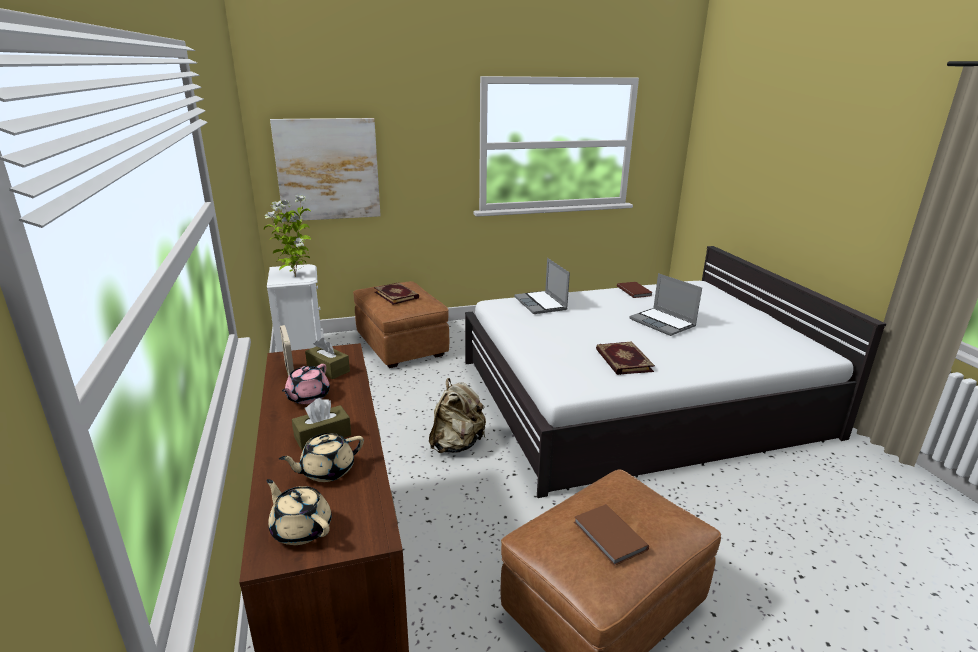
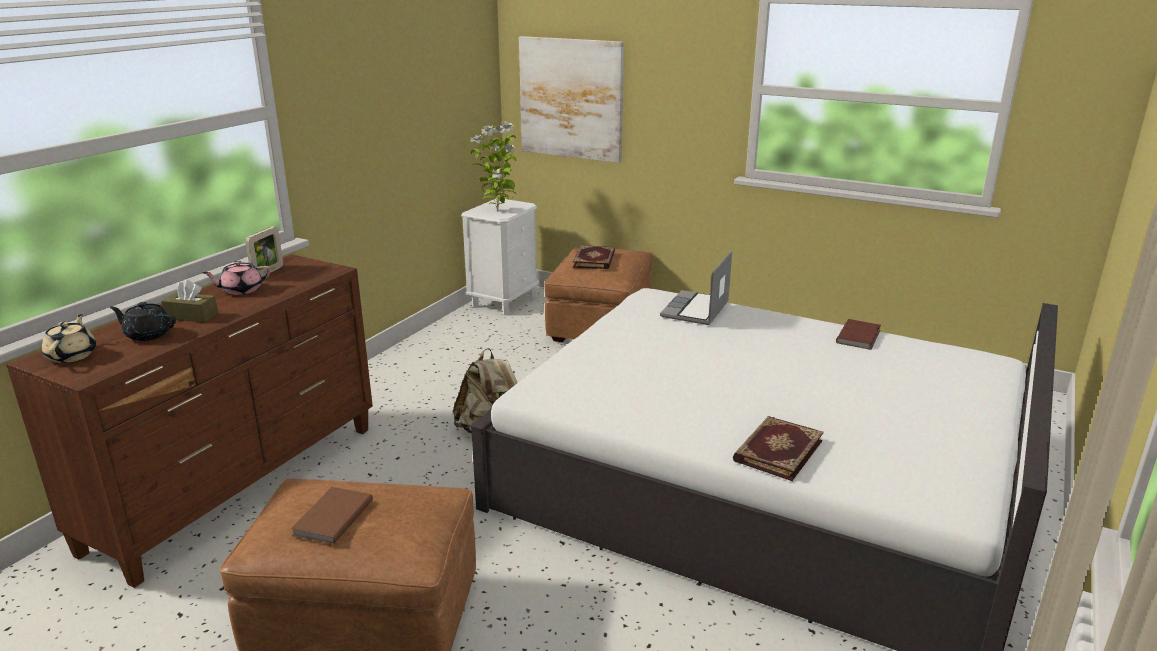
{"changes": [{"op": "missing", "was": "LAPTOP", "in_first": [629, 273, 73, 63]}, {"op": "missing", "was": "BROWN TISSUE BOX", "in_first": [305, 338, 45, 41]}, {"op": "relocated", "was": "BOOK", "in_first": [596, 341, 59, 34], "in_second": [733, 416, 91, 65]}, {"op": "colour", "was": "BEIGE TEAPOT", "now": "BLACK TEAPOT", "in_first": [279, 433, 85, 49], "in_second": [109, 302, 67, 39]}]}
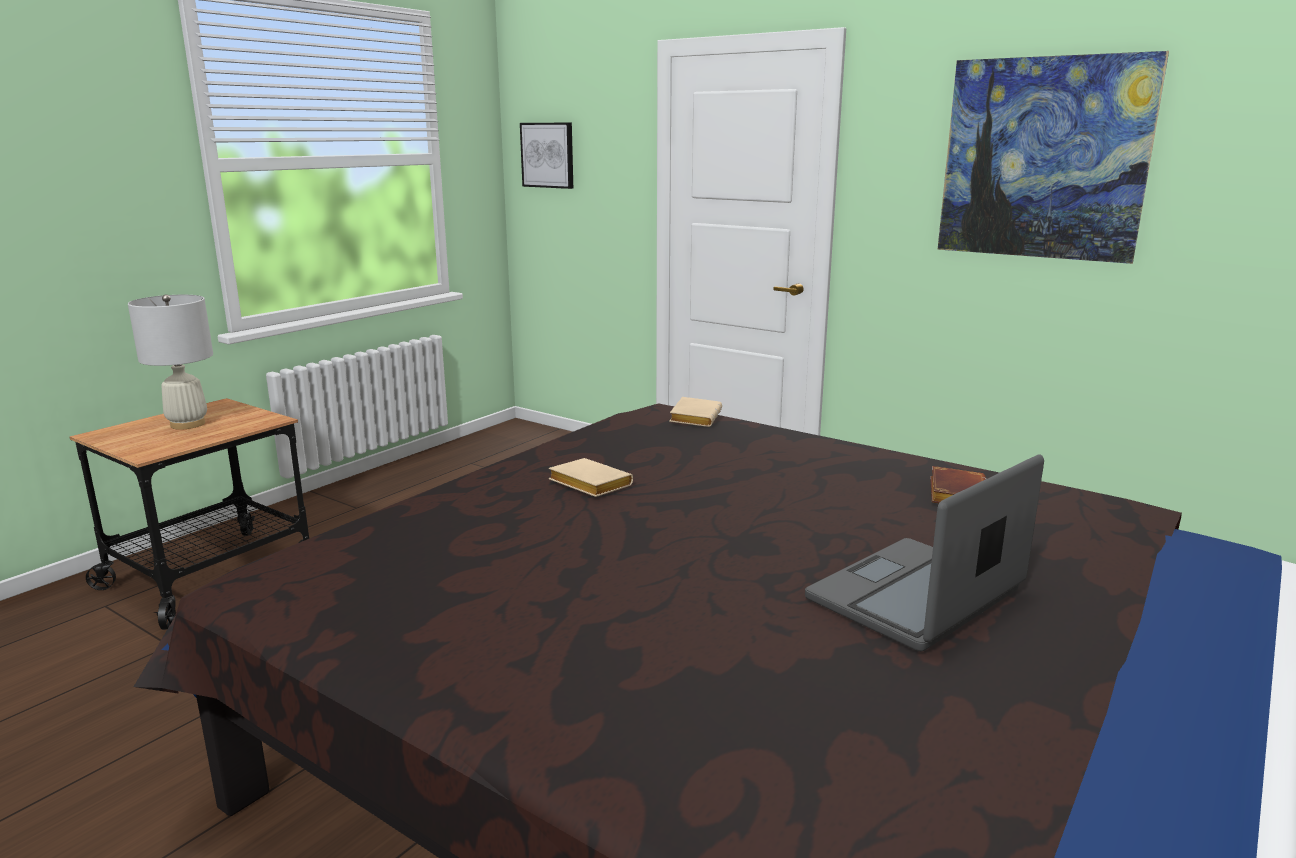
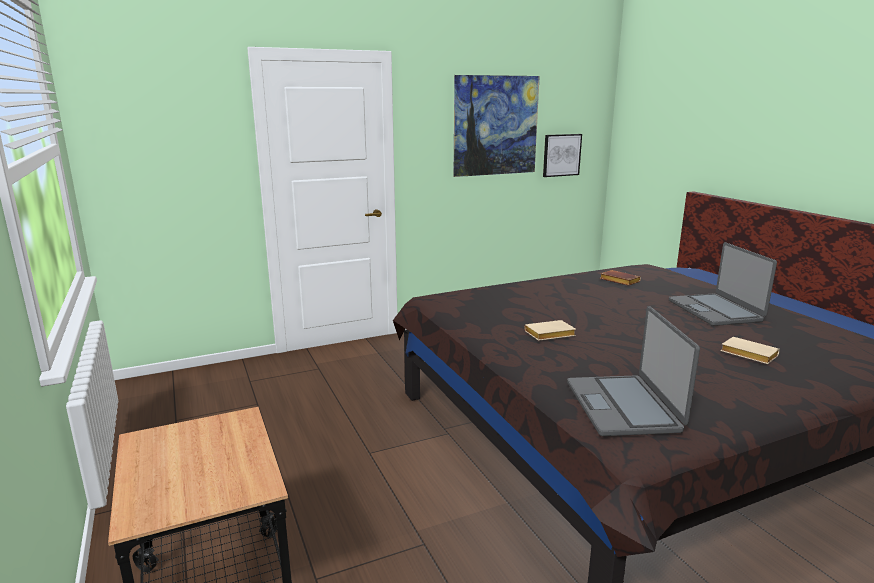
{"changes": [{"op": "relocated", "was": "PICTURE", "in_first": [520, 123, 53, 66], "in_second": [543, 134, 39, 43]}, {"op": "missing", "was": "WHITE TABLE LAMP", "in_first": [128, 295, 85, 135]}, {"op": "relocated", "was": "BEIGE BOOK", "in_first": [669, 397, 53, 30], "in_second": [721, 337, 59, 27]}, {"op": "appeared", "now": "LAPTOP", "in_second": [567, 306, 133, 130]}]}
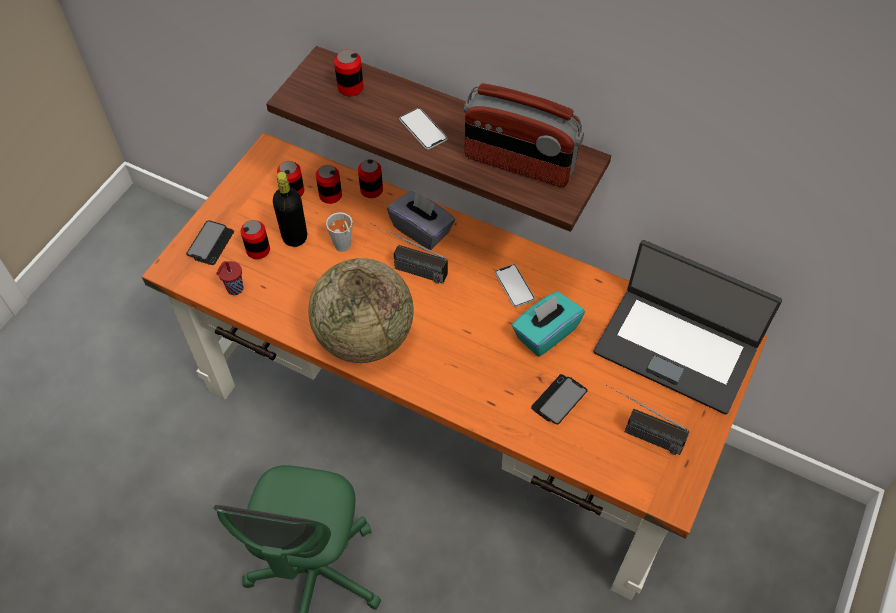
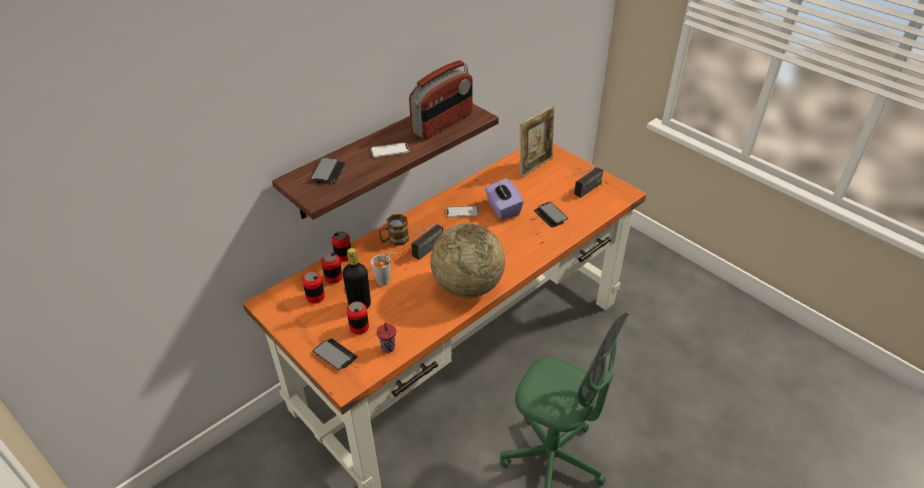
{"changes": [{"op": "exchanged", "was": "CAN", "now": "PHONE", "in_first": [334, 49, 30, 47], "in_second": [310, 157, 35, 28]}, {"op": "exchanged", "was": "GREY TISSUE BOX", "now": "MUG", "in_first": [387, 191, 68, 59], "in_second": [379, 214, 30, 32]}, {"op": "exchanged", "was": "LAPTOP", "now": "PICTURE FRAME", "in_first": [594, 240, 188, 174], "in_second": [520, 105, 35, 73]}, {"op": "colour", "was": "TURQUOISE TISSUE BOX", "now": "PURPLE TISSUE BOX", "in_first": [512, 291, 73, 66], "in_second": [485, 178, 39, 42]}]}
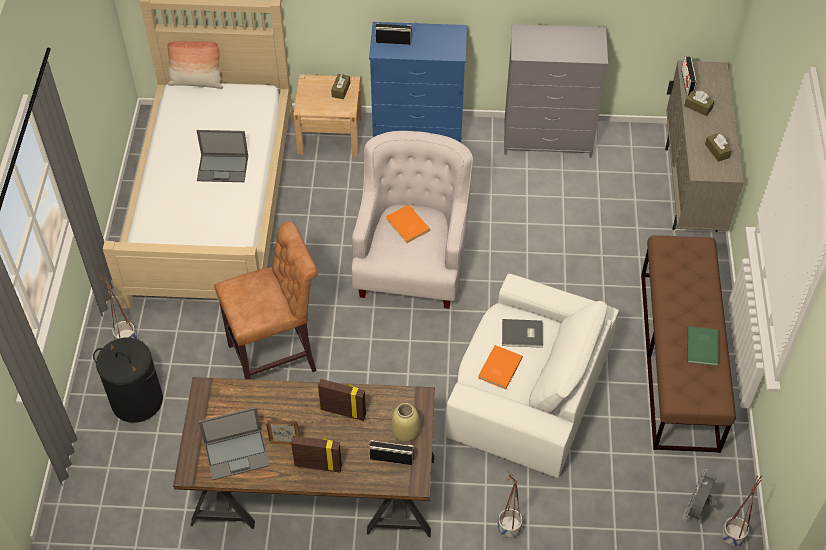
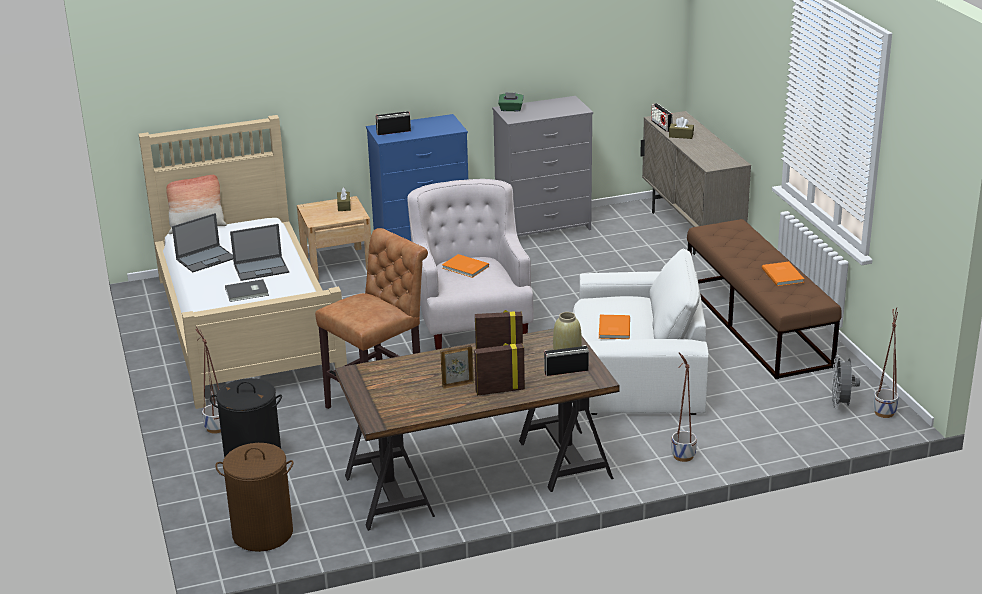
{"changes": [{"op": "missing", "was": "BROWN TISSUE BOX", "in_first": [705, 133, 27, 29]}, {"op": "relocated", "was": "GREY BOOK", "in_first": [502, 319, 41, 29], "in_second": [225, 279, 44, 23]}, {"op": "colour", "was": "GREEN BOOK", "now": "ORANGE BOOK", "in_first": [687, 326, 32, 40], "in_second": [762, 262, 42, 24]}, {"op": "relocated", "was": "LAPTOP", "in_first": [199, 407, 71, 73], "in_second": [172, 213, 61, 59]}, {"op": "appeared", "now": "GREEN TISSUE BOX", "in_second": [498, 92, 26, 19]}, {"op": "appeared", "now": "BROWN LAUNDRY BASKET", "in_second": [215, 443, 79, 109]}]}
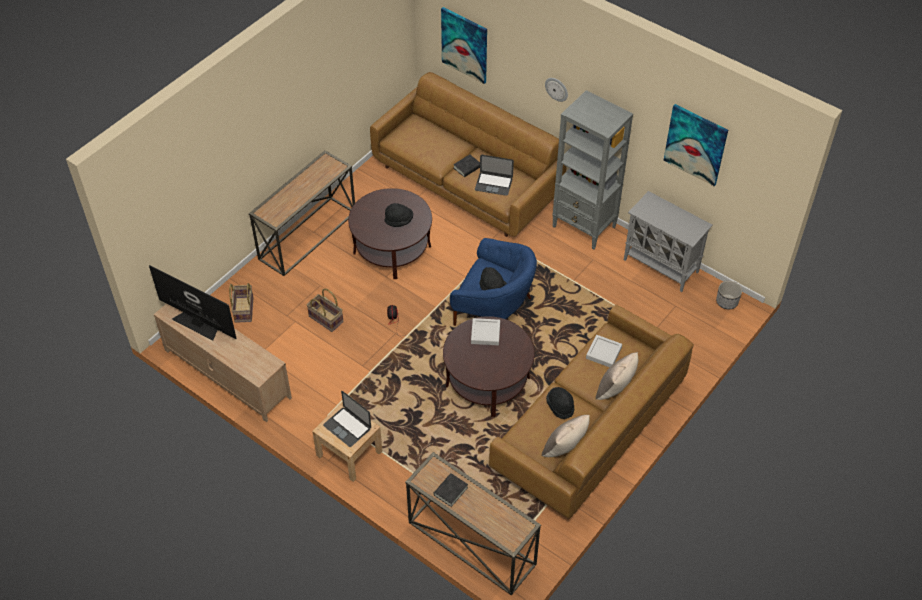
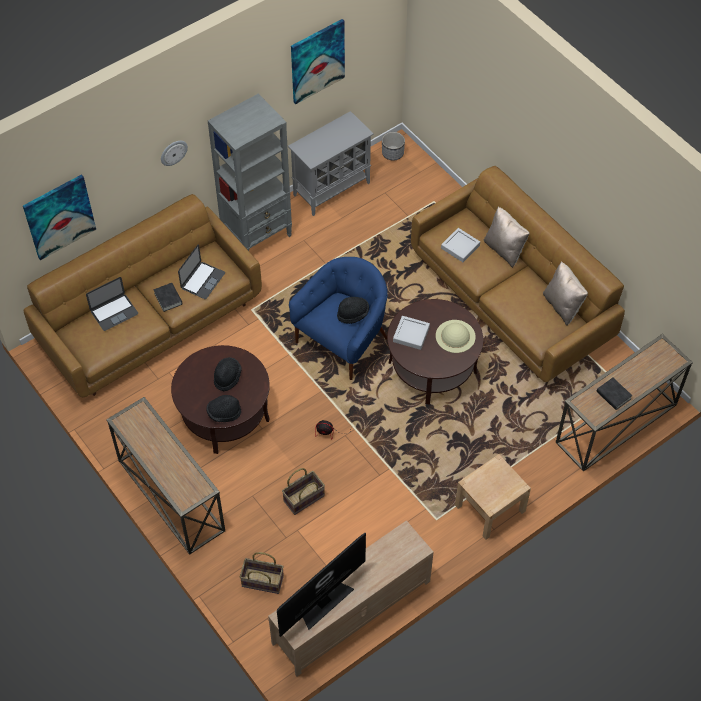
{"changes": [{"op": "relocated", "was": "BLACK HAT", "in_first": [546, 387, 28, 32], "in_second": [206, 395, 35, 27]}, {"op": "relocated", "was": "LAPTOP", "in_first": [323, 391, 48, 56], "in_second": [86, 277, 52, 54]}, {"op": "appeared", "now": "BEIGE HAT", "in_second": [436, 320, 40, 33]}]}
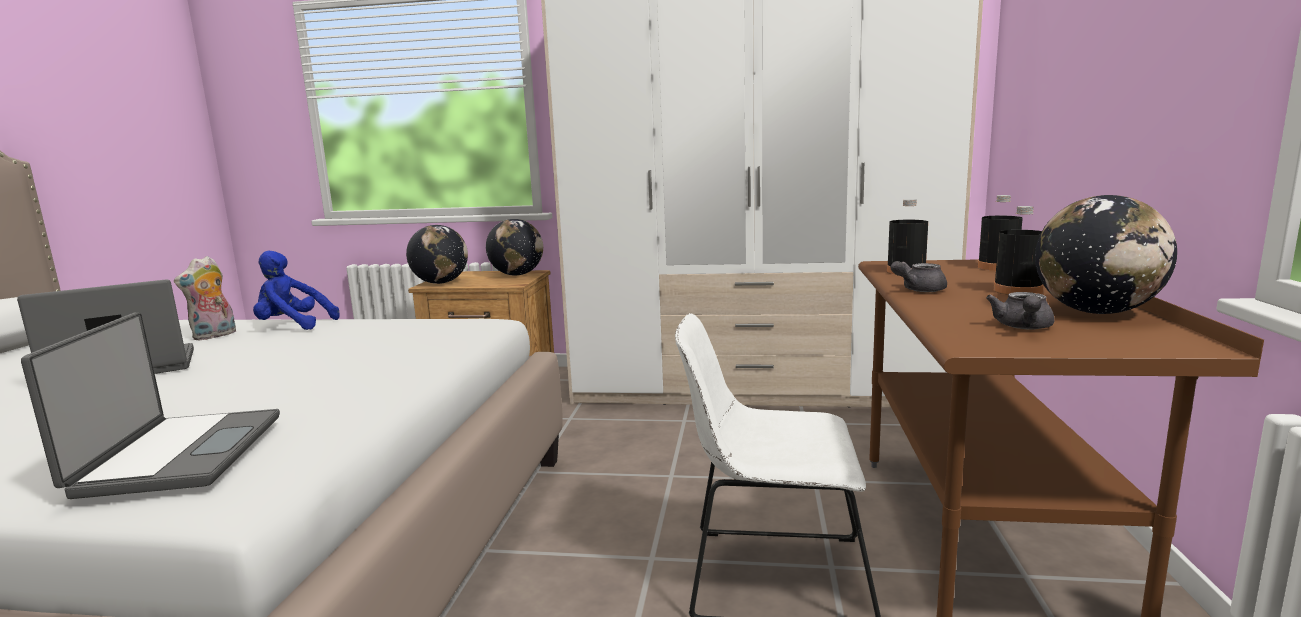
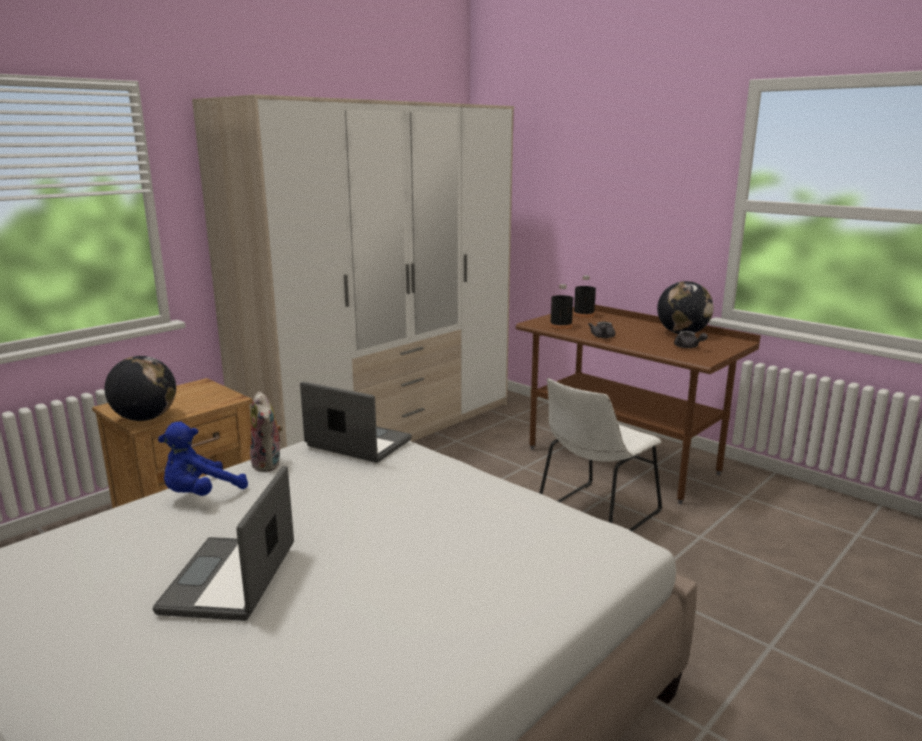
{"changes": [{"op": "missing", "was": "BLACK BOTTLE", "in_first": [994, 206, 49, 89]}, {"op": "missing", "was": "GLOBE", "in_first": [486, 219, 57, 57]}, {"op": "relocated", "was": "PLUSH TOY", "in_first": [174, 256, 62, 84], "in_second": [249, 391, 34, 81]}, {"op": "relocated", "was": "LAPTOP", "in_first": [21, 312, 259, 187], "in_second": [300, 382, 112, 81]}]}
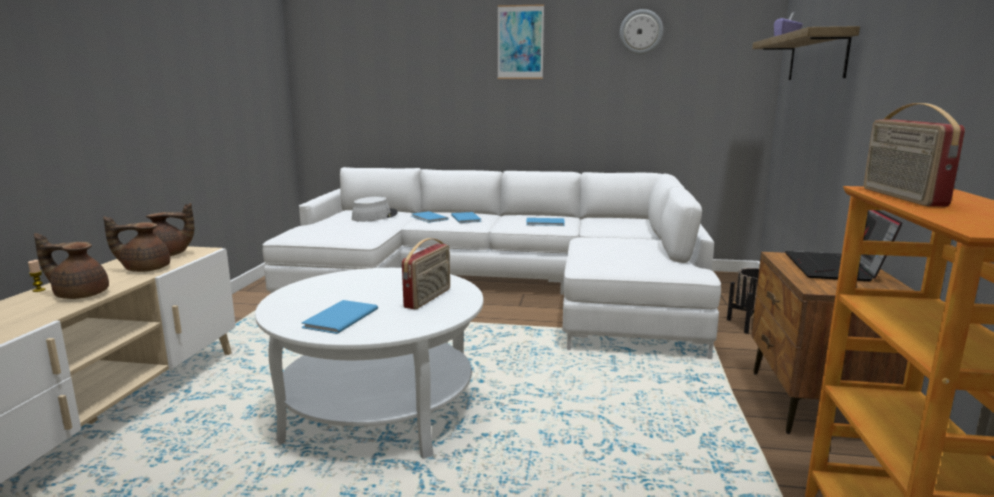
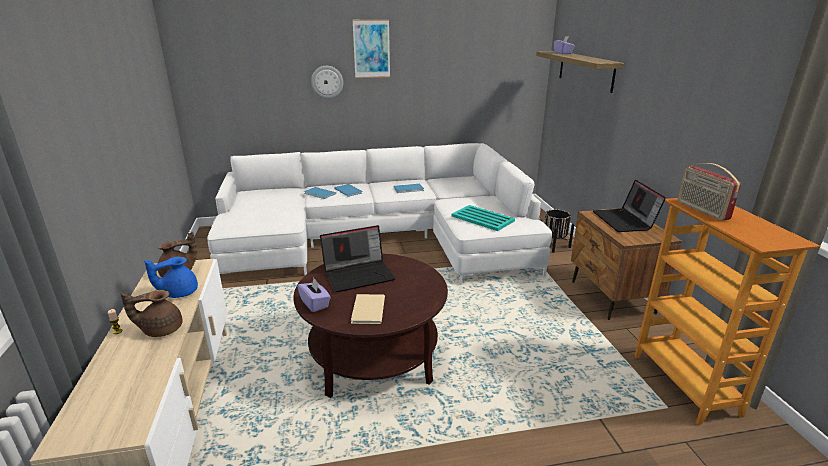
{"changes": [{"op": "relocated", "was": "WALL CLOCK", "in_first": [620, 9, 43, 45], "in_second": [311, 66, 32, 32]}, {"op": "missing", "was": "GREY HAT", "in_first": [352, 196, 46, 26]}, {"op": "colour", "was": "BROWN TEAPOT", "now": "BLUE TEAPOT", "in_first": [103, 216, 67, 56], "in_second": [144, 257, 54, 41]}, {"op": "missing", "was": "RADIO", "in_first": [402, 238, 48, 71]}, {"op": "colour", "was": "WHITE COFFEE TABLE", "now": "BROWN COFFEE TABLE", "in_first": [255, 268, 228, 191], "in_second": [293, 254, 155, 144]}, {"op": "colour", "was": "BLUE BOOK", "now": "BEIGE BOOK", "in_first": [301, 300, 77, 34], "in_second": [351, 294, 34, 30]}, {"op": "appeared", "now": "TURQUOISE TRAY", "in_second": [452, 205, 63, 26]}, {"op": "appeared", "now": "LAPTOP", "in_second": [320, 225, 76, 67]}, {"op": "appeared", "now": "PURPLE TISSUE BOX", "in_second": [297, 278, 34, 34]}]}
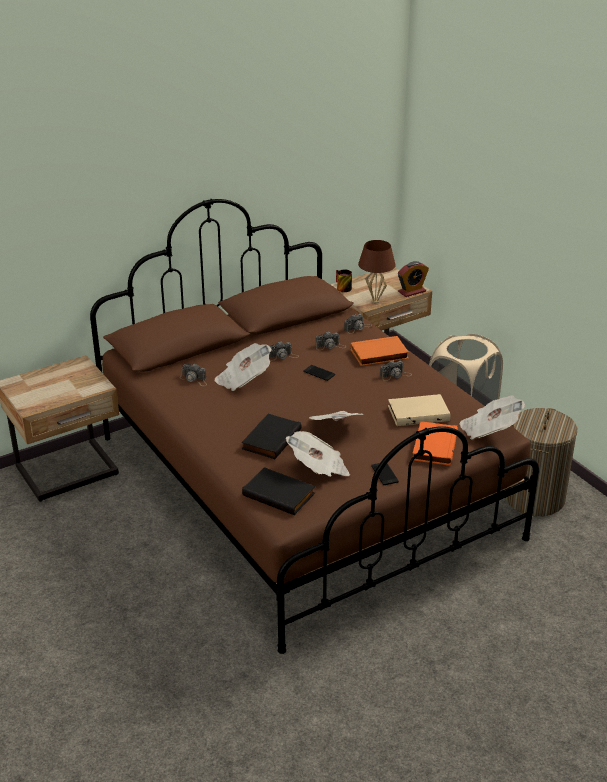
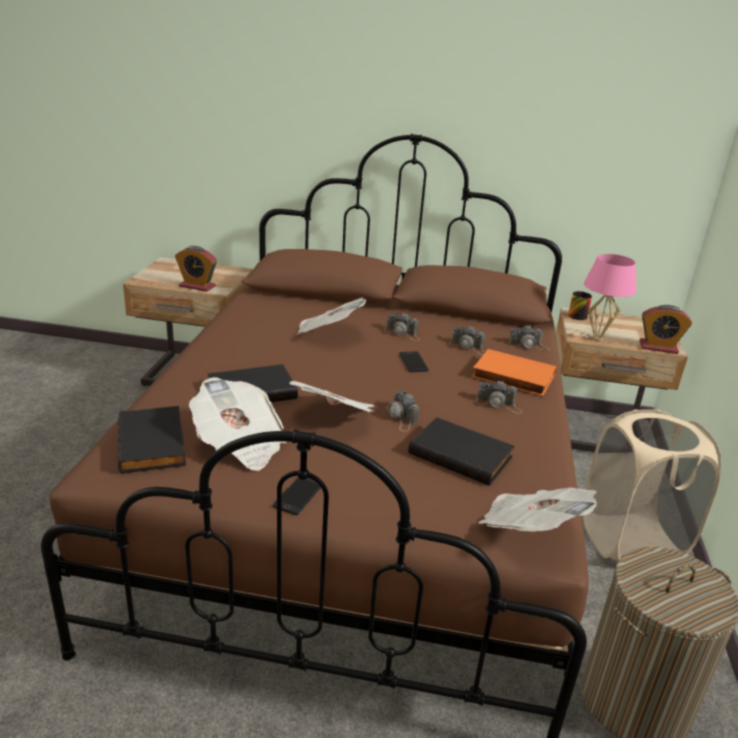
{"changes": [{"op": "colour", "was": "BROWN TABLE LAMP", "now": "PINK TABLE LAMP", "in_first": [358, 240, 38, 64], "in_second": [584, 254, 52, 87]}, {"op": "relocated", "was": "PHOTO CAMERA", "in_first": [180, 363, 27, 23], "in_second": [386, 390, 33, 42]}, {"op": "colour", "was": "BEIGE BOOK", "now": "BLACK BOOK", "in_first": [388, 394, 63, 32], "in_second": [408, 417, 107, 69]}, {"op": "missing", "was": "ORANGE BOOK", "in_first": [413, 421, 45, 45]}, {"op": "appeared", "now": "ALARM CLOCK", "in_second": [175, 246, 42, 46]}]}
